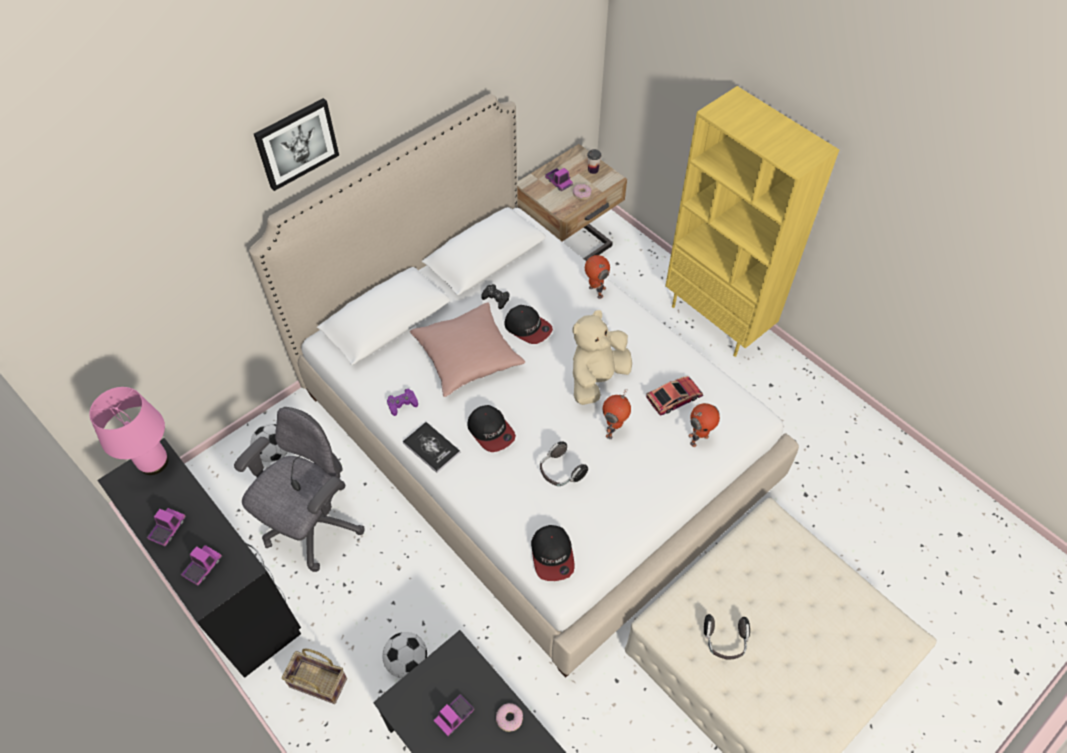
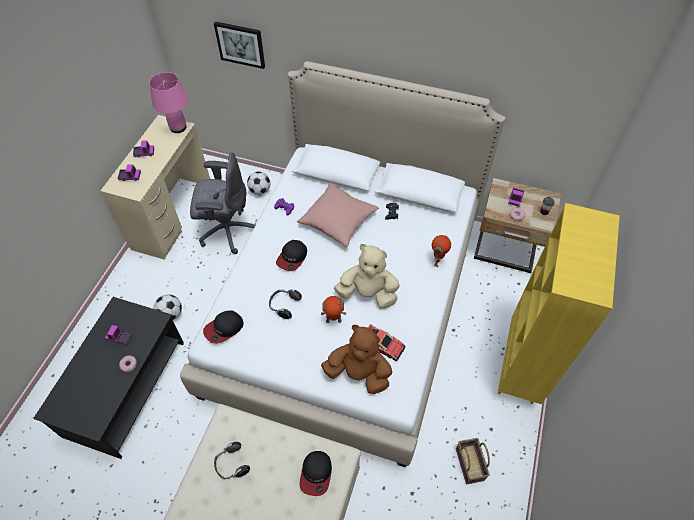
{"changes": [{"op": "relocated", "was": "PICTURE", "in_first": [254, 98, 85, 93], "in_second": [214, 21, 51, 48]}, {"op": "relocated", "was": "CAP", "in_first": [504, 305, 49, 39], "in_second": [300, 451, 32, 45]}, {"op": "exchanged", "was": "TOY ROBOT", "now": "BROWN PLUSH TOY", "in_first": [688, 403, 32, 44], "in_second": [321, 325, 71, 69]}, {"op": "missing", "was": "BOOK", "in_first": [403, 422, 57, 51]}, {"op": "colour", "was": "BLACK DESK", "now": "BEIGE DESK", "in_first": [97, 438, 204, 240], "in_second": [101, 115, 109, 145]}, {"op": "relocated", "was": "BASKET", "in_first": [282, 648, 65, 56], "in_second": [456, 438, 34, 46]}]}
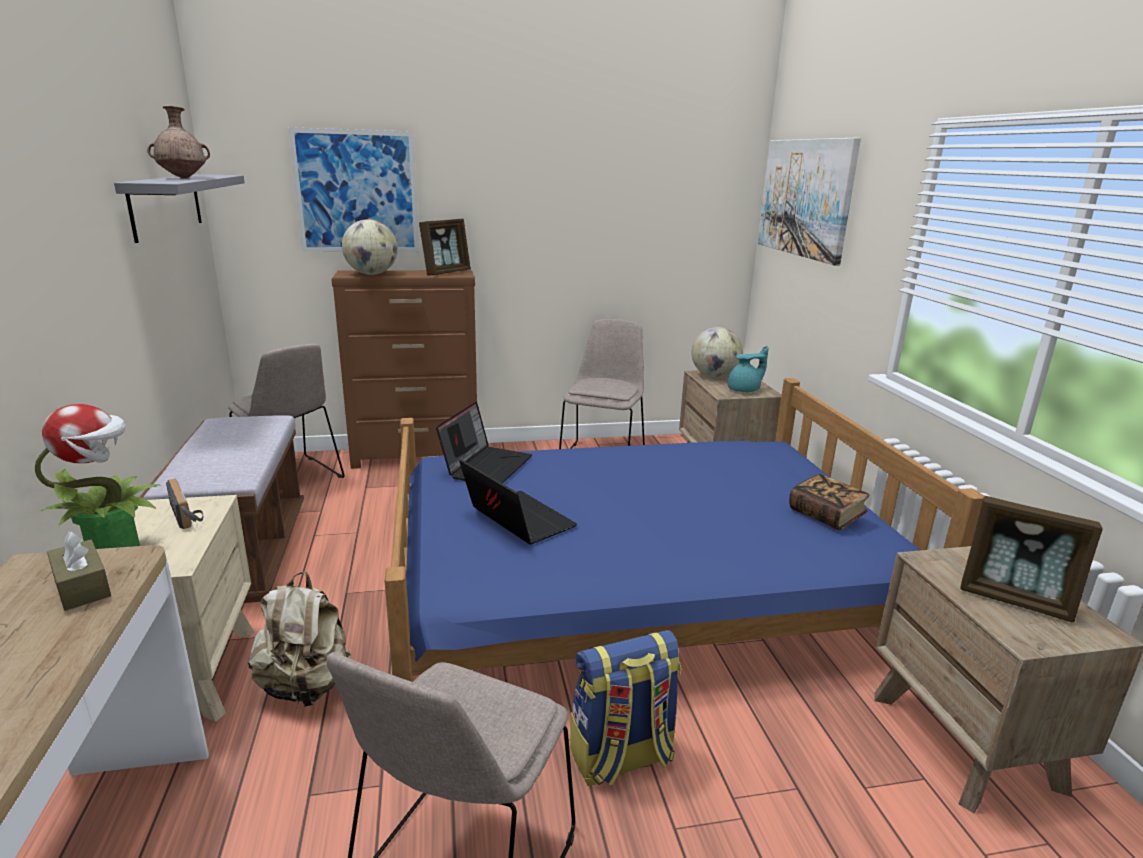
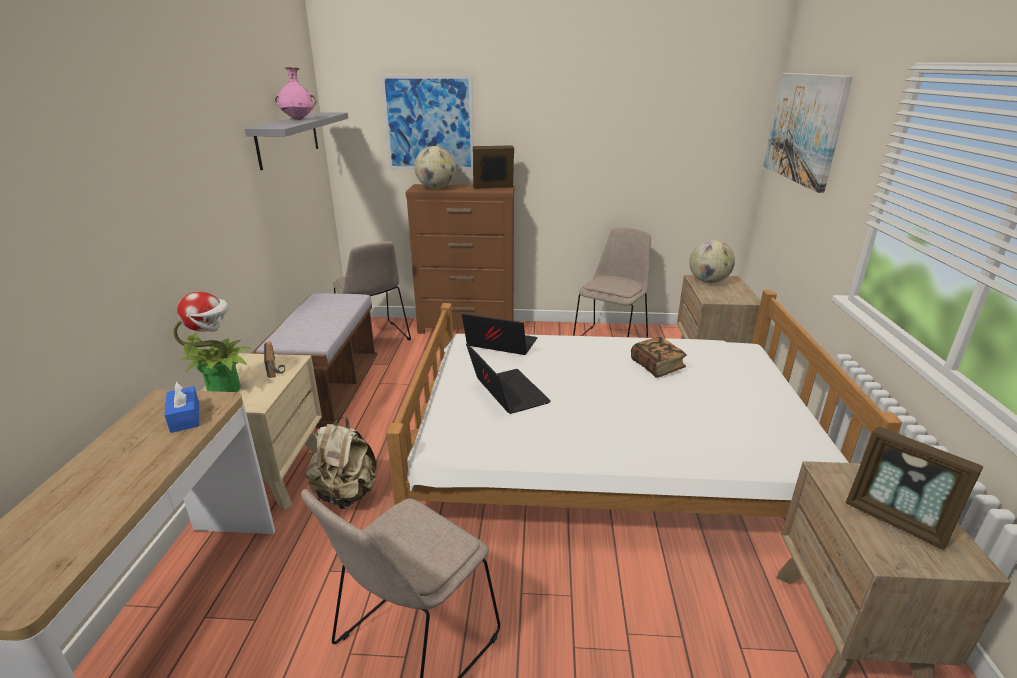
{"changes": [{"op": "colour", "was": "BROWN VASE", "now": "PINK VASE", "in_first": [147, 106, 63, 72], "in_second": [275, 67, 41, 53]}, {"op": "spun", "was": "PICTURE FRAME", "in_first": [419, 219, 52, 57], "in_second": [473, 145, 41, 44], "clockwise": -150}, {"op": "missing", "was": "TURQUOISE TEAPOT", "in_first": [728, 346, 41, 46]}, {"op": "colour", "was": "BLUE BED", "now": "WHITE BED", "in_first": [384, 378, 601, 304], "in_second": [386, 290, 516, 227]}, {"op": "spun", "was": "LAPTOP", "in_first": [436, 401, 96, 83], "in_second": [462, 313, 76, 42], "clockwise": -105}, {"op": "relocated", "was": "BOOK", "in_first": [789, 474, 81, 56], "in_second": [631, 337, 56, 41]}, {"op": "colour", "was": "BROWN TISSUE BOX", "now": "BLUE TISSUE BOX", "in_first": [47, 531, 64, 80], "in_second": [165, 381, 34, 52]}, {"op": "missing", "was": "BACKPACK", "in_first": [570, 630, 111, 156]}]}
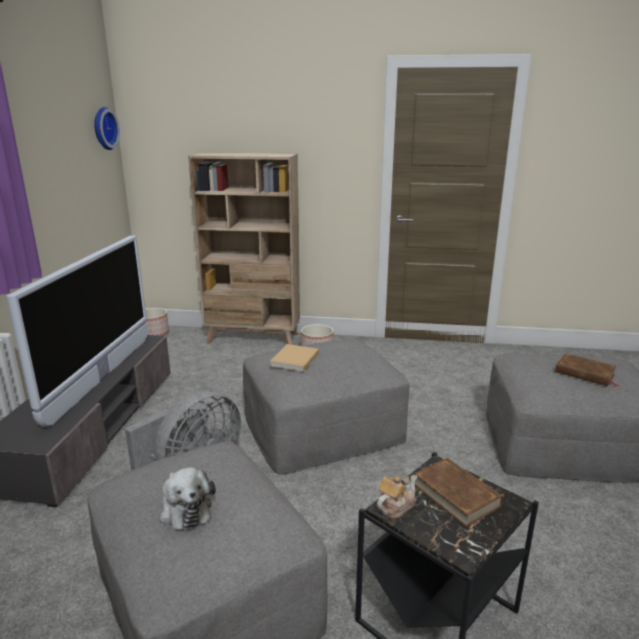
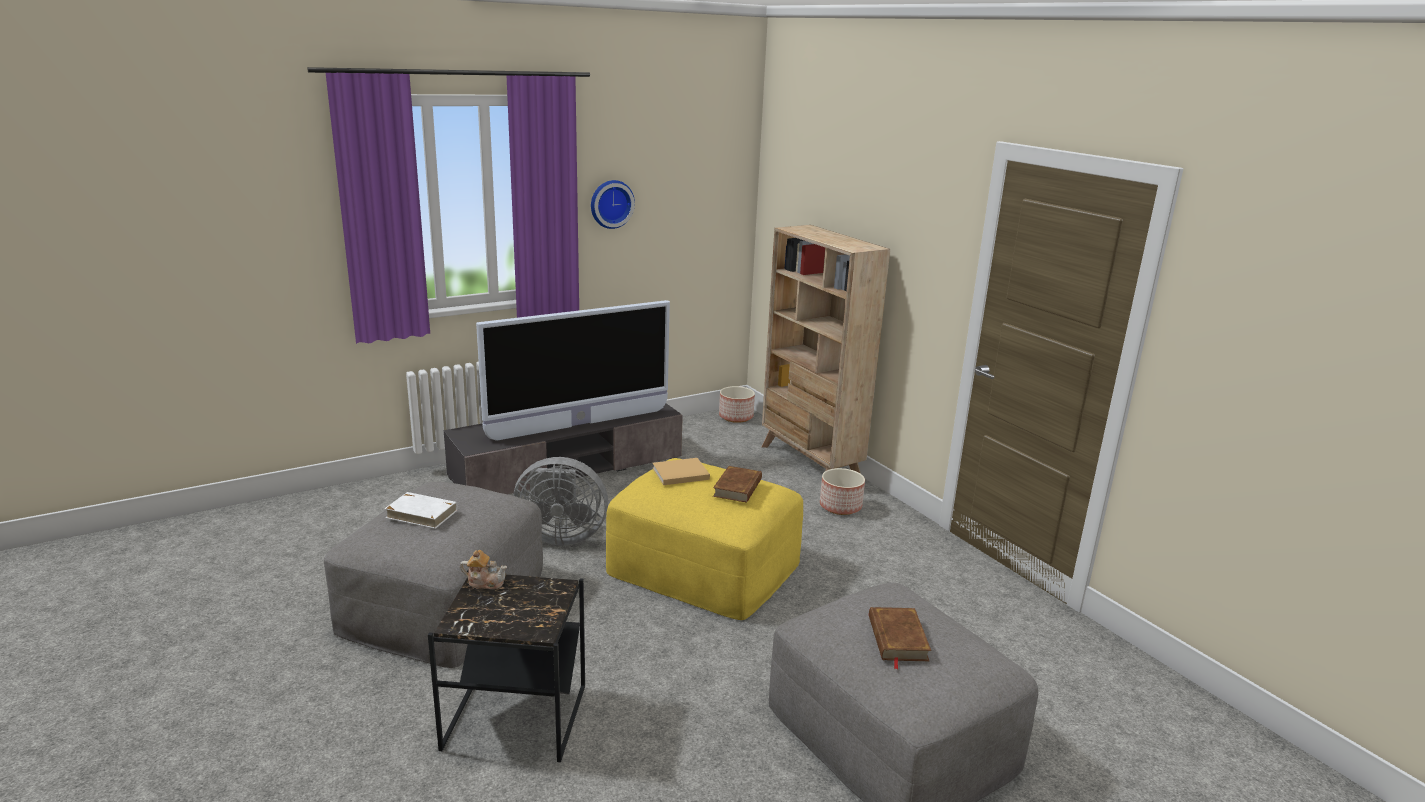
{"changes": [{"op": "relocated", "was": "WALL CLOCK", "in_first": [94, 107, 26, 43], "in_second": [591, 180, 44, 49]}, {"op": "colour", "was": "GREY OTTOMAN", "now": "YELLOW OTTOMAN", "in_first": [243, 339, 166, 136], "in_second": [606, 458, 197, 162]}, {"op": "relocated", "was": "BROWN BOOK", "in_first": [414, 458, 89, 69], "in_second": [713, 466, 49, 37]}, {"op": "exchanged", "was": "PLUSH TOY", "now": "WHITE BOOK", "in_first": [160, 467, 56, 64], "in_second": [384, 492, 73, 37]}]}
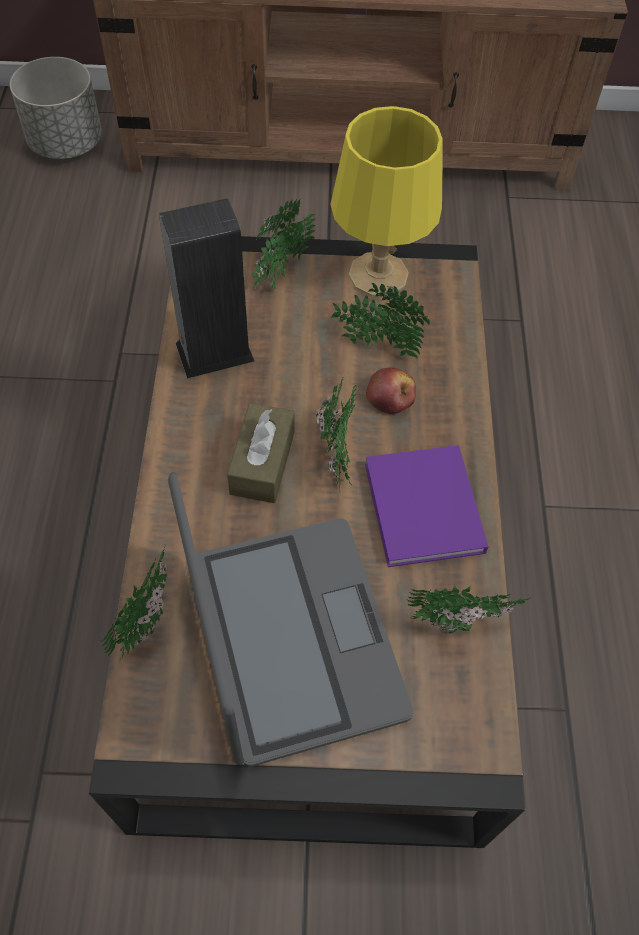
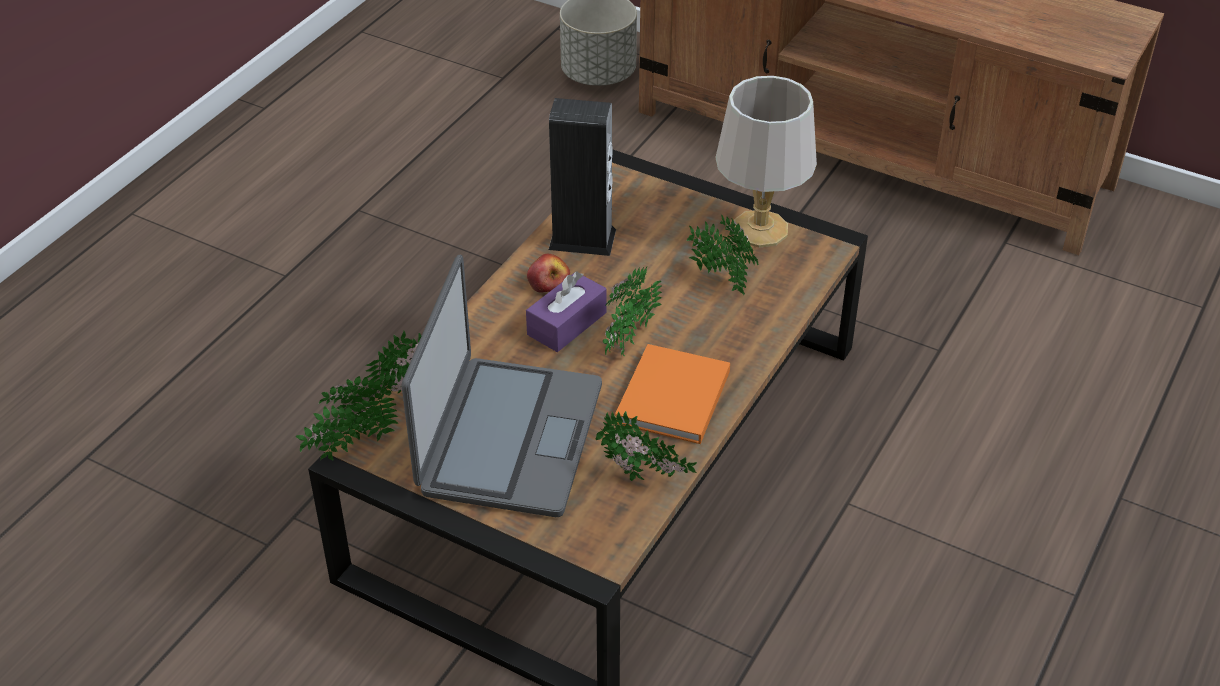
{"changes": [{"op": "colour", "was": "YELLOW TABLE LAMP", "now": "GREY TABLE LAMP", "in_first": [331, 106, 112, 191], "in_second": [715, 76, 102, 172]}, {"op": "relocated", "was": "POTTED PLANT", "in_first": [251, 199, 65, 90], "in_second": [296, 376, 102, 84]}, {"op": "relocated", "was": "APPLE", "in_first": [366, 368, 50, 46], "in_second": [527, 254, 43, 39]}, {"op": "colour", "was": "BROWN TISSUE BOX", "now": "PURPLE TISSUE BOX", "in_first": [227, 403, 67, 100], "in_second": [526, 271, 80, 81]}, {"op": "colour", "was": "PURPLE BOOK", "now": "ORANGE BOOK", "in_first": [365, 445, 123, 122], "in_second": [615, 344, 115, 100]}]}
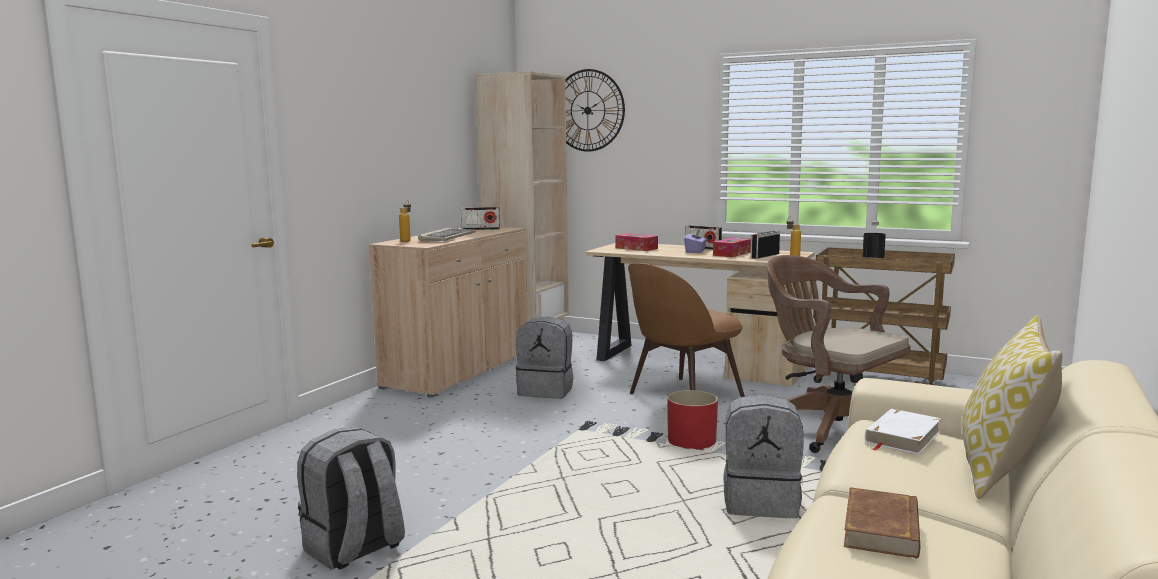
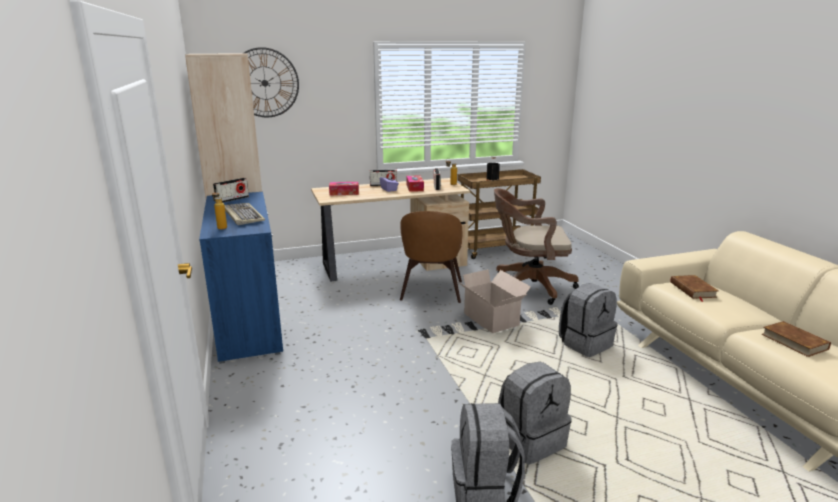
{"changes": [{"op": "colour", "was": "BEIGE CABINET", "now": "BLUE CABINET", "in_first": [369, 227, 159, 171], "in_second": [199, 192, 84, 172]}, {"op": "missing", "was": "PILLOW", "in_first": [963, 316, 100, 183]}, {"op": "relocated", "was": "GREY BACKPACK", "in_first": [516, 317, 57, 82], "in_second": [498, 361, 74, 103]}, {"op": "exchanged", "was": "RED PLANTER", "now": "CARDBOARD BOX", "in_first": [667, 390, 51, 60], "in_second": [456, 269, 75, 64]}, {"op": "colour", "was": "WHITE BOOK", "now": "BROWN BOOK", "in_first": [865, 409, 77, 46], "in_second": [670, 275, 48, 27]}]}
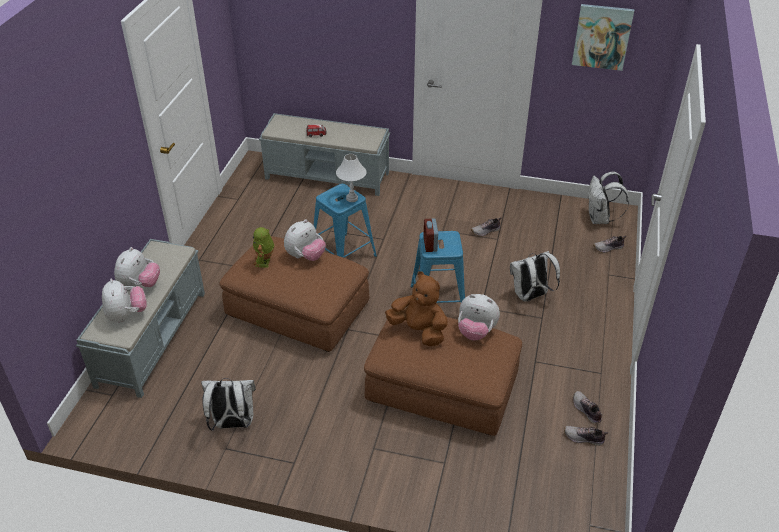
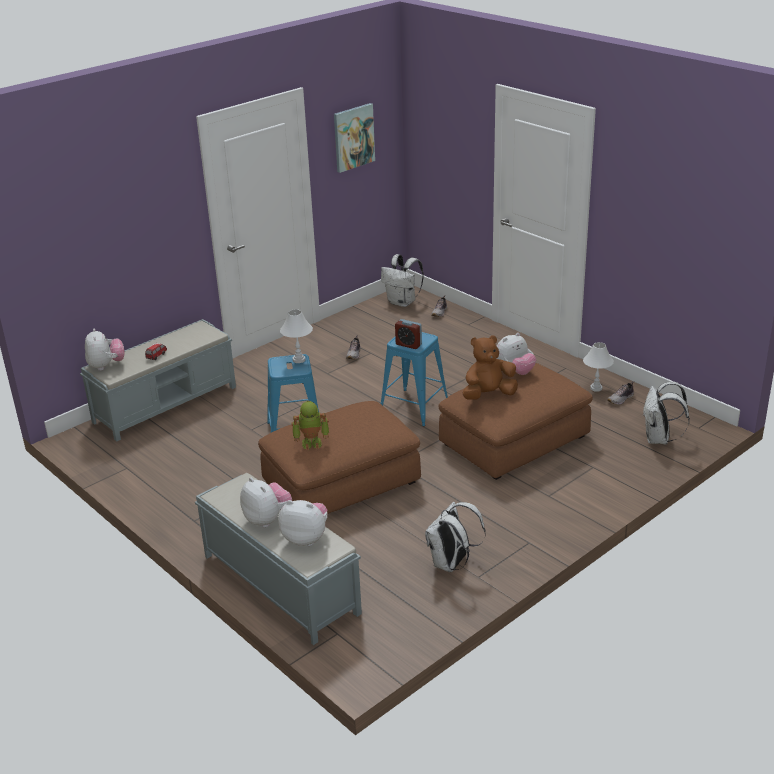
{"changes": [{"op": "relocated", "was": "PLUSH TOY", "in_first": [284, 219, 42, 42], "in_second": [85, 328, 39, 43]}, {"op": "spun", "was": "TOY ROBOT", "in_first": [253, 227, 21, 41], "in_second": [291, 401, 38, 49], "clockwise": -45}, {"op": "relocated", "was": "WHITE BACKPACK", "in_first": [510, 251, 50, 51], "in_second": [643, 382, 47, 62]}, {"op": "exchanged", "was": "SHOE", "now": "WHITE TABLE LAMP", "in_first": [573, 391, 29, 33], "in_second": [583, 342, 31, 50]}]}
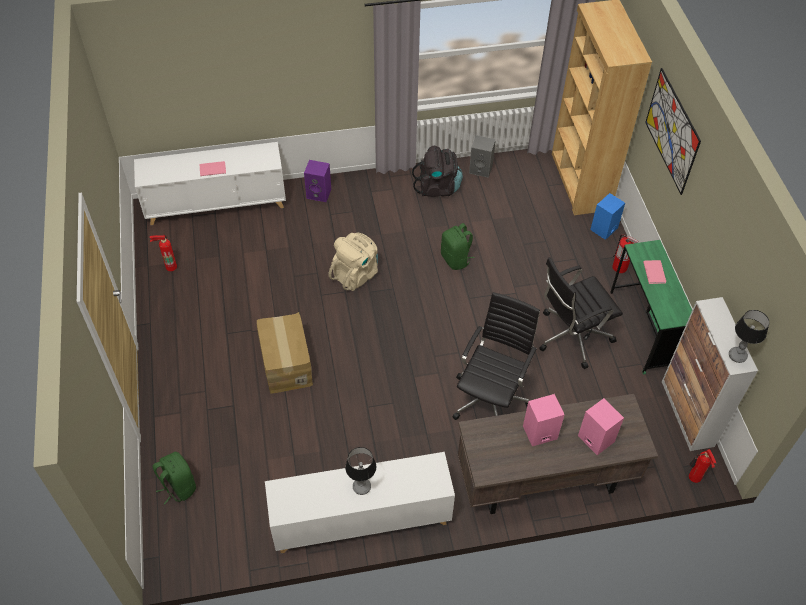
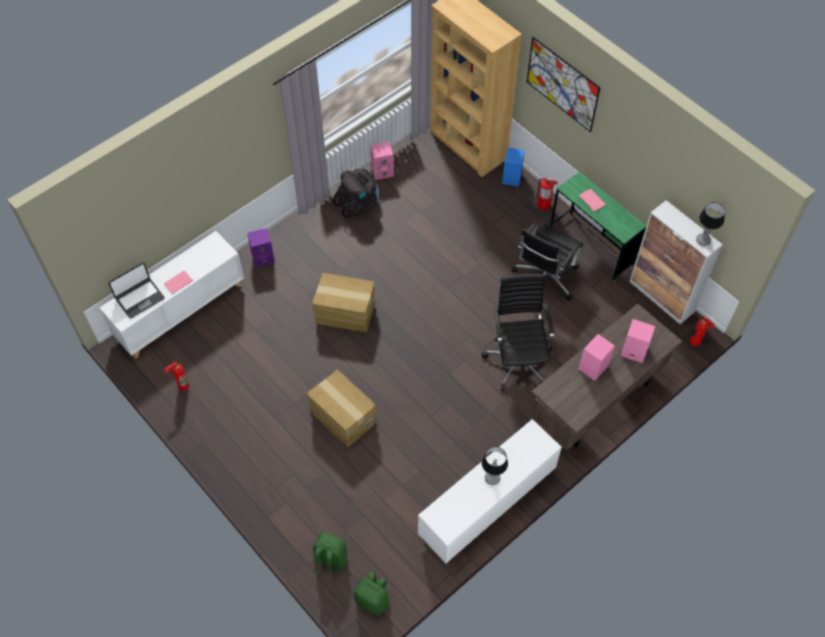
{"changes": [{"op": "colour", "was": "GREY SPEAKER", "now": "PINK SPEAKER", "in_first": [469, 135, 27, 43], "in_second": [370, 142, 24, 38]}, {"op": "relocated", "was": "GREEN BACKPACK", "in_first": [441, 223, 34, 47], "in_second": [354, 571, 36, 45]}, {"op": "exchanged", "was": "BEIGE BACKPACK", "now": "CARDBOARD BOX", "in_first": [329, 233, 49, 58], "in_second": [312, 273, 63, 59]}, {"op": "appeared", "now": "LAPTOP", "in_second": [108, 262, 56, 56]}]}
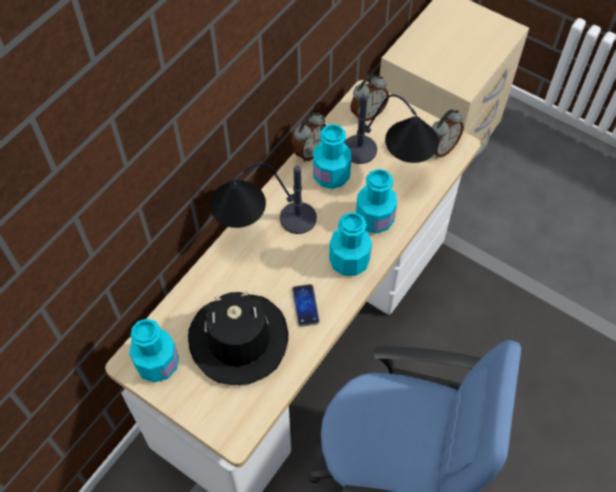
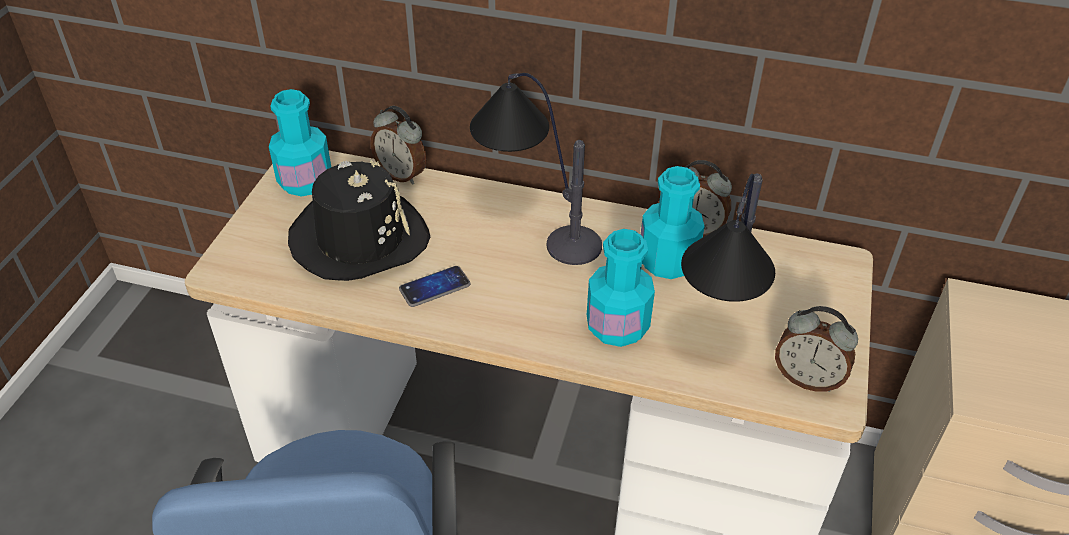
{"changes": [{"op": "relocated", "was": "ALARM CLOCK", "in_first": [350, 75, 39, 46], "in_second": [370, 106, 56, 79]}, {"op": "missing", "was": "TURQUOISE BOTTLE", "in_first": [329, 213, 43, 63]}]}
